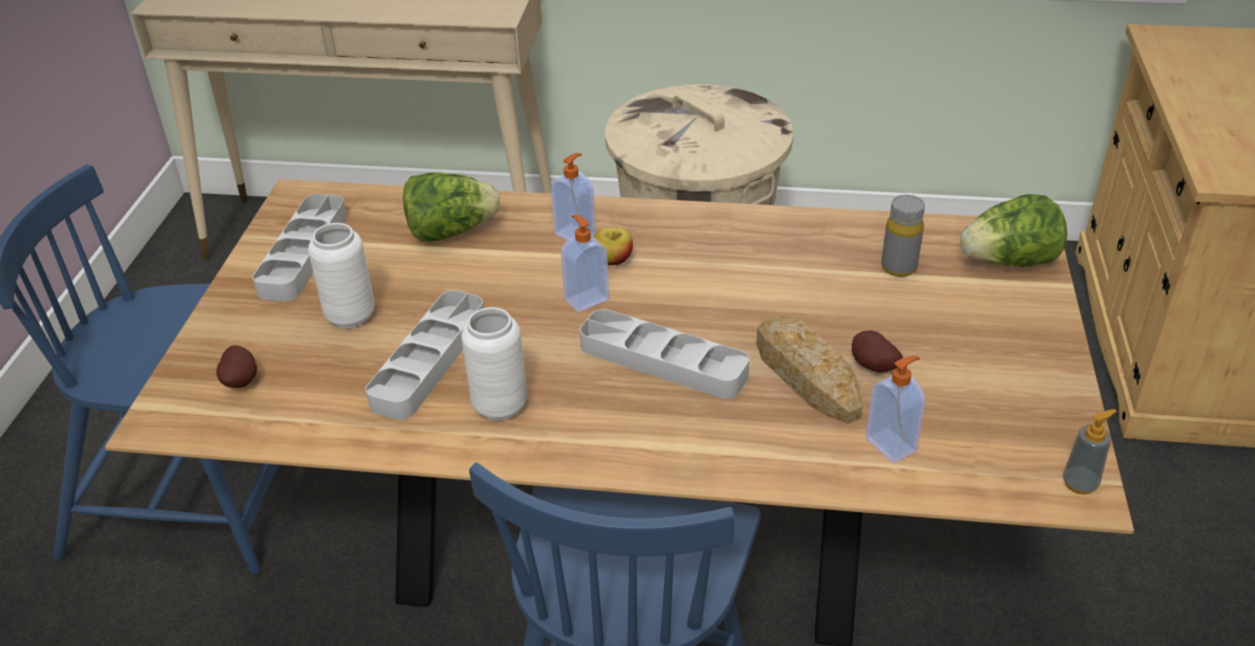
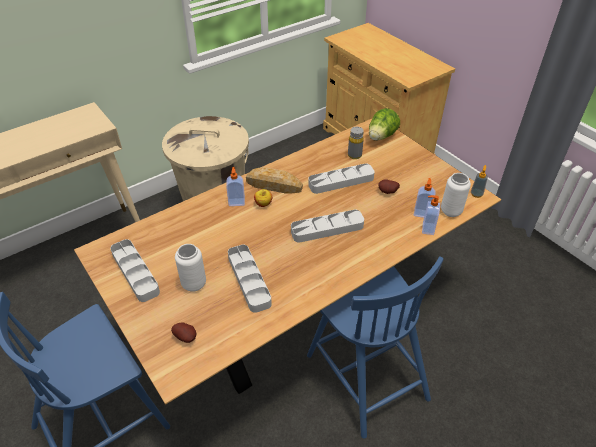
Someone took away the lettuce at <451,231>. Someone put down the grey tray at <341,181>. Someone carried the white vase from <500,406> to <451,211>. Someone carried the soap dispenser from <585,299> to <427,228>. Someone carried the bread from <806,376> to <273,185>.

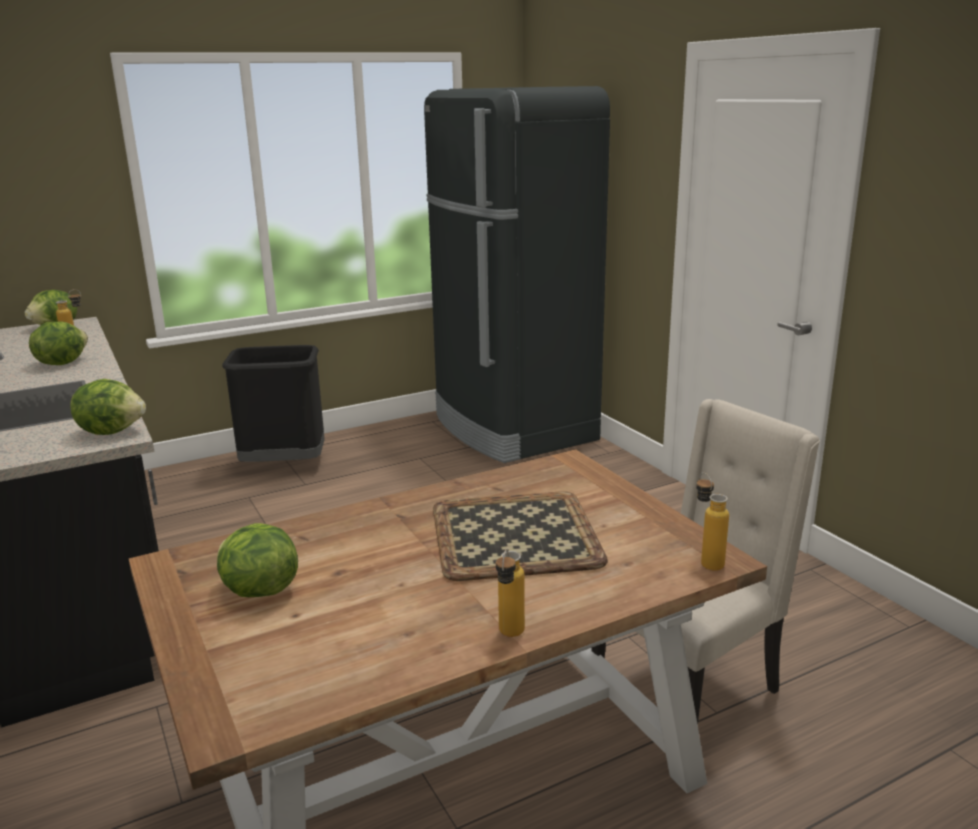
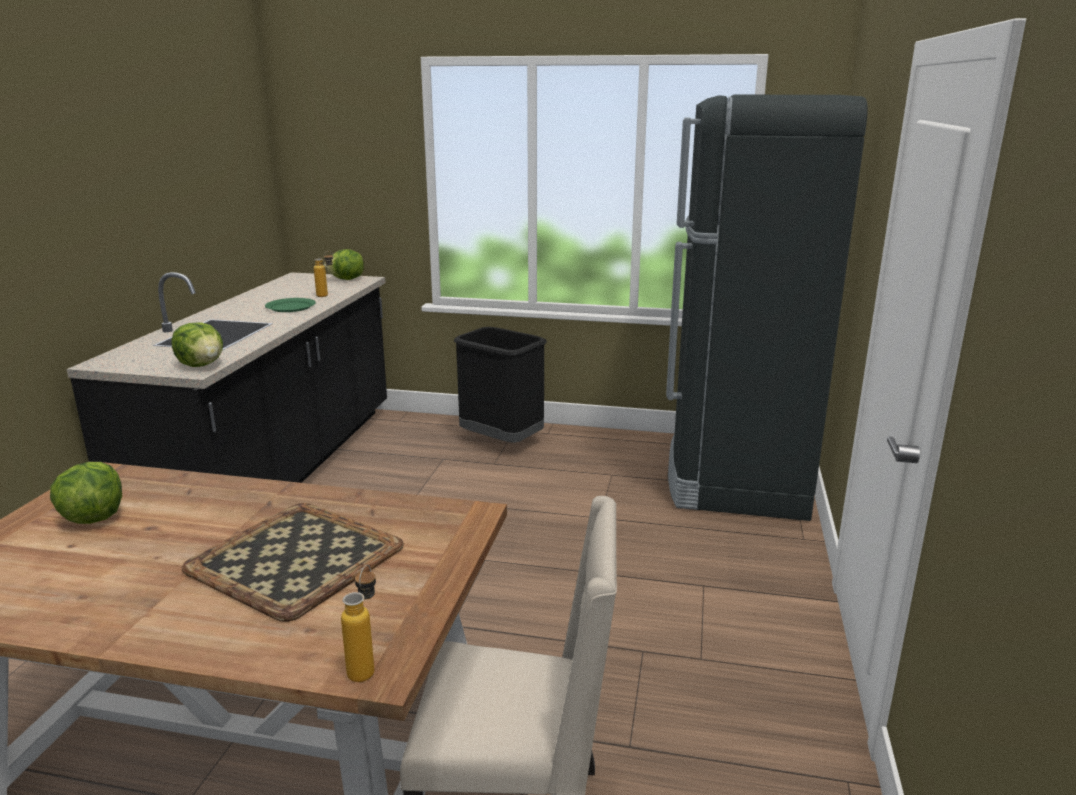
Someone took away the bottle at <509,637>. Someone swapped the lettuce at <61,363> for the green plate at <290,307>.

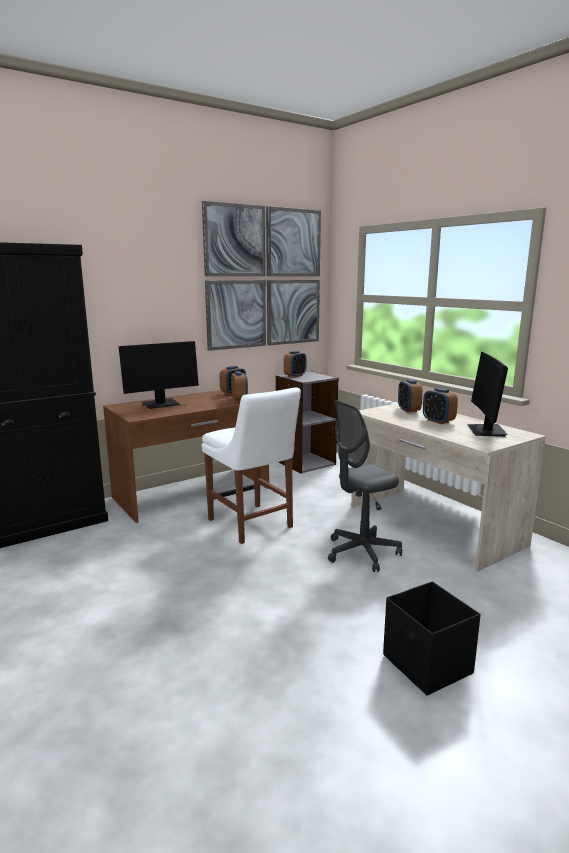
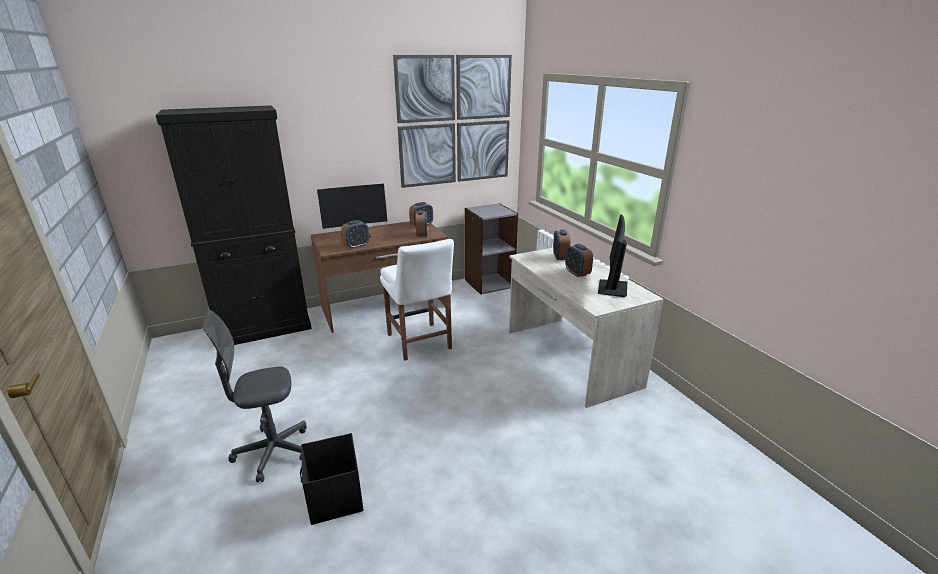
Someone carried the alarm clock from <295,376> to <356,246>. Someone carried the grey office chair from <362,552> to <273,452>. Someone carried the black storage box from <427,665> to <335,498>.

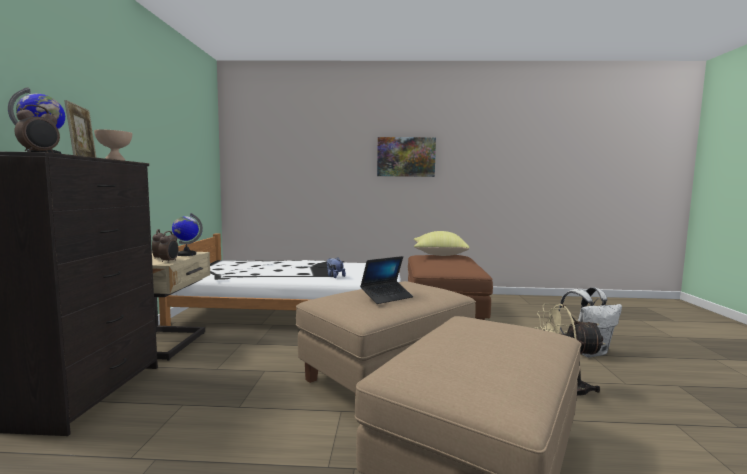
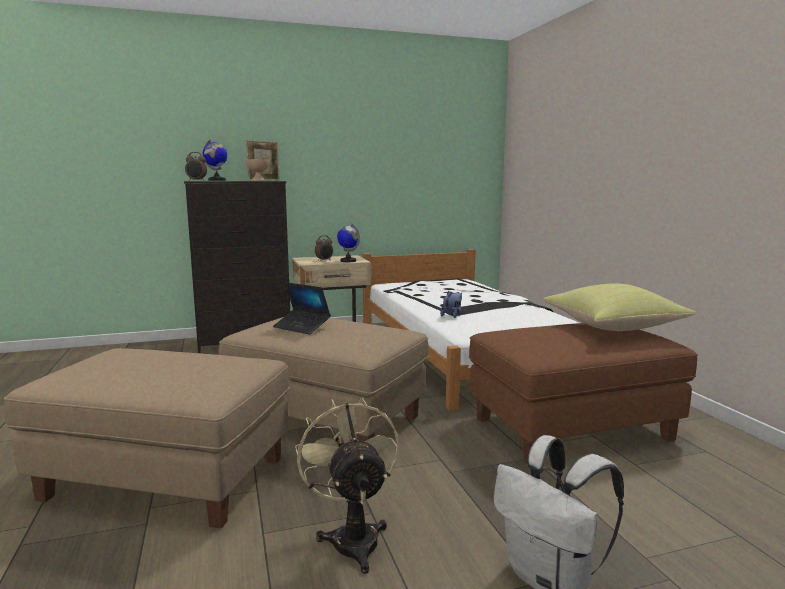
Someone took away the alarm clock at <169,261>. Someone took away the picture at <406,157>.

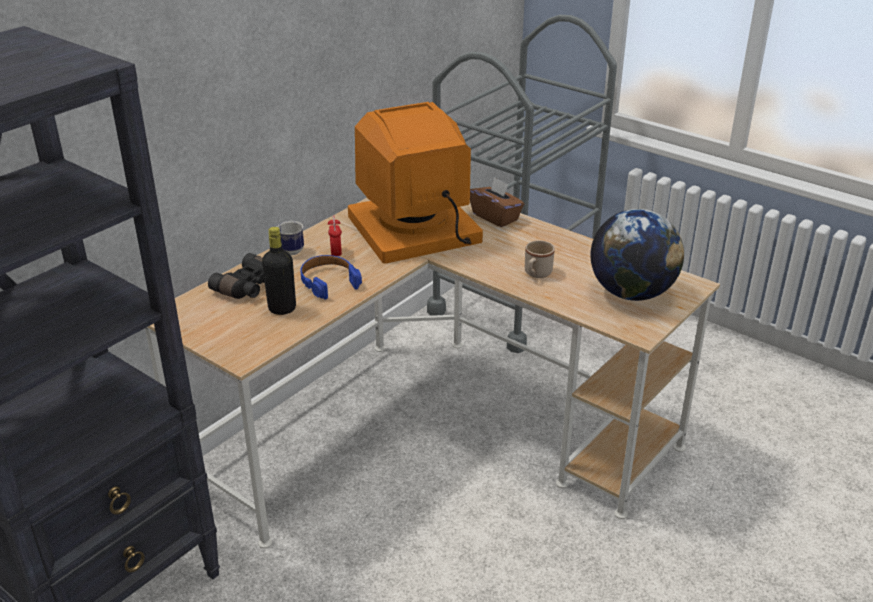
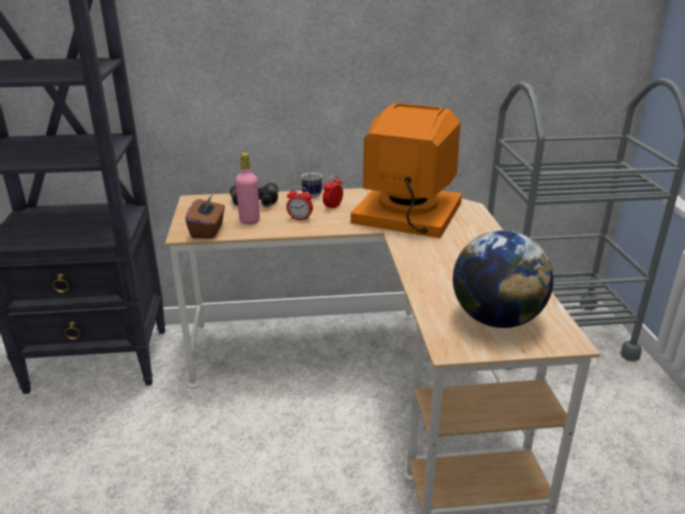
Someone took away the beige mug at <536,274>. Someone carried the brown tissue box from <496,217> to <208,230>. Someone swapped the blue headphones at <328,282> for the alarm clock at <300,219>. Someone repainted the black bottle at <282,309>, which became the pink bottle at <249,221>.

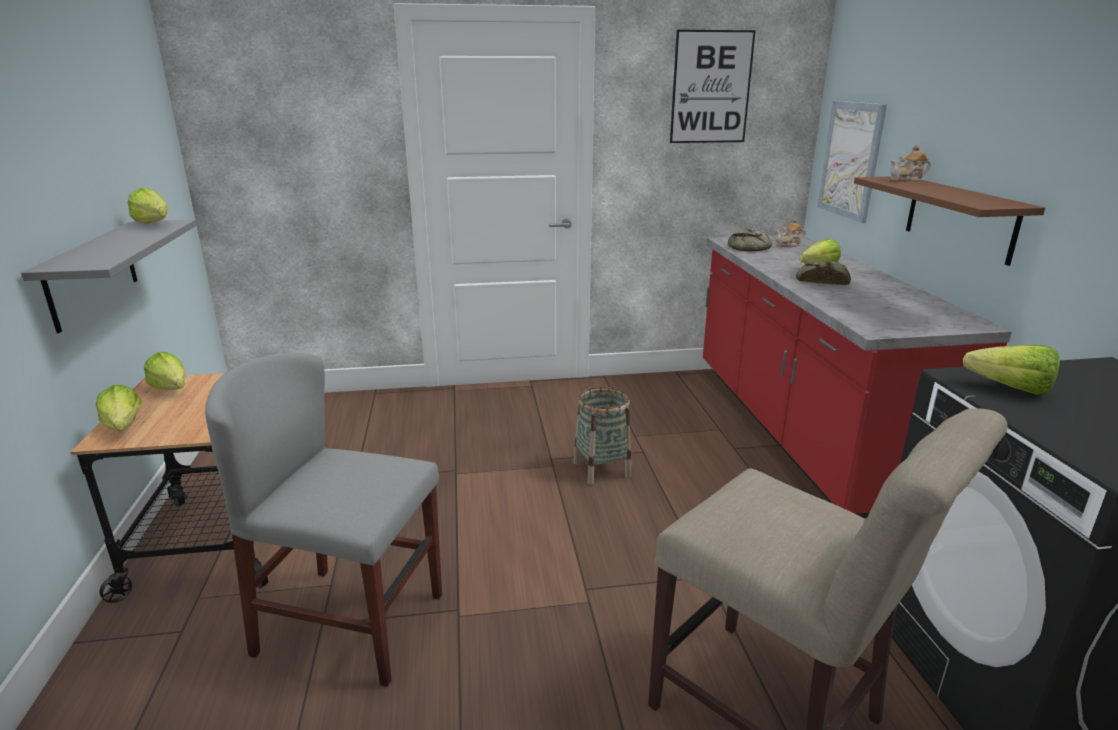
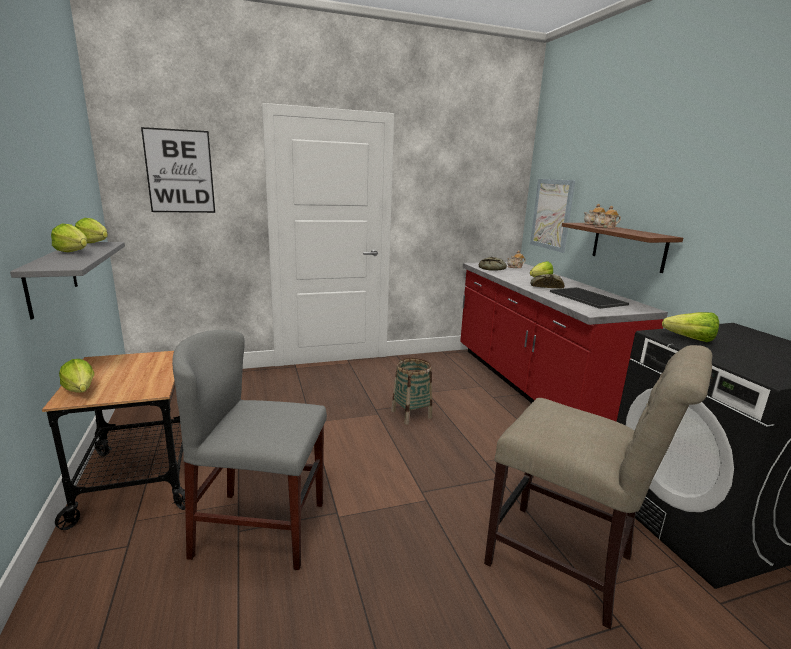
Someone put down the tray at <588,298>. Someone put down the teapot at <605,227>. Someone carried the lettuce from <172,391> to <74,253>. Someone carried the picture from <711,87> to <180,171>.

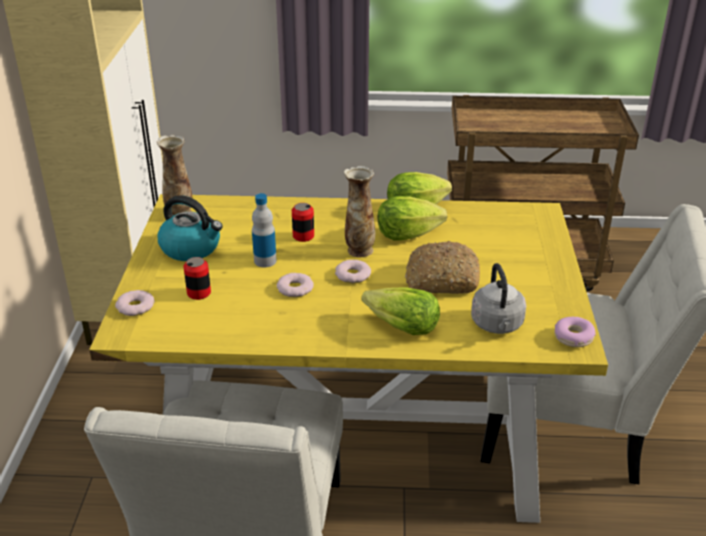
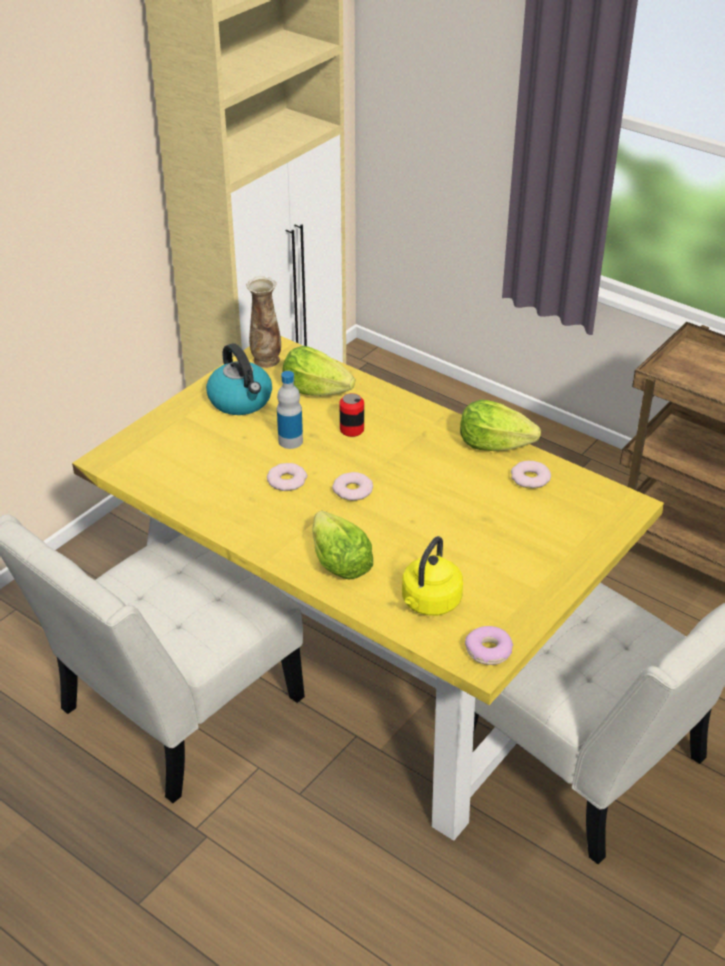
Someone took away the can at <199,293>. Someone took away the vase at <359,250>. Someone took away the bread at <441,279>. Someone carried the donut from <135,307> to <530,478>. Someone carried the lettuce from <407,234> to <316,390>. Someone repainted the grey kettle at <497,325>, which became the yellow kettle at <429,603>.

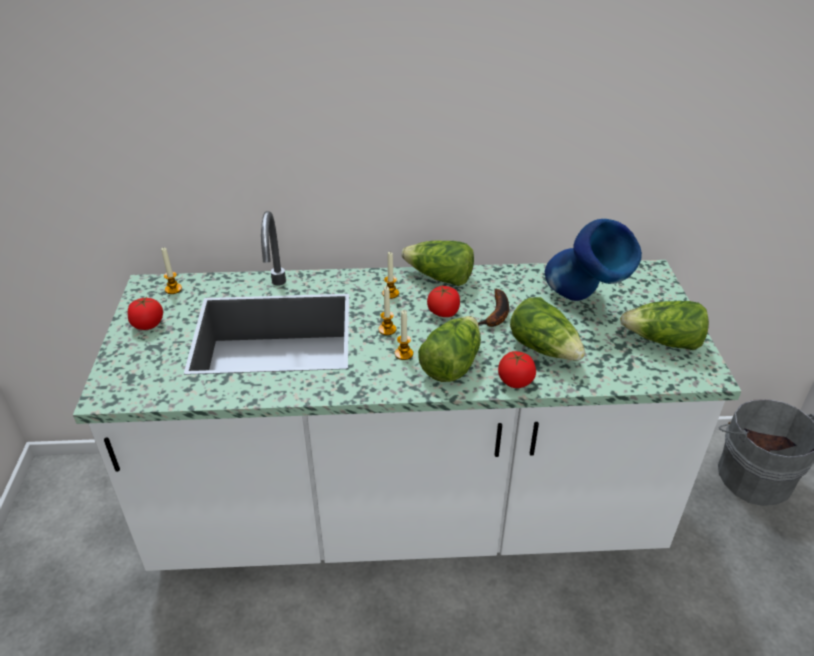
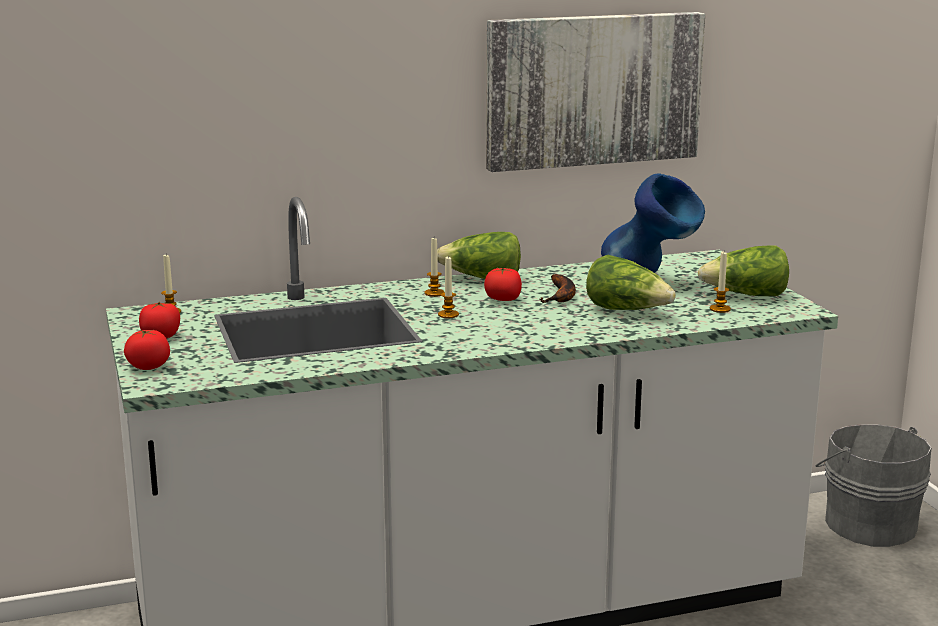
Someone took away the lettuce at <451,363>. Someone put up the picture at <593,90>. Someone carried the candle from <404,354> to <720,309>. Someone carried the tomato from <515,381> to <148,366>.

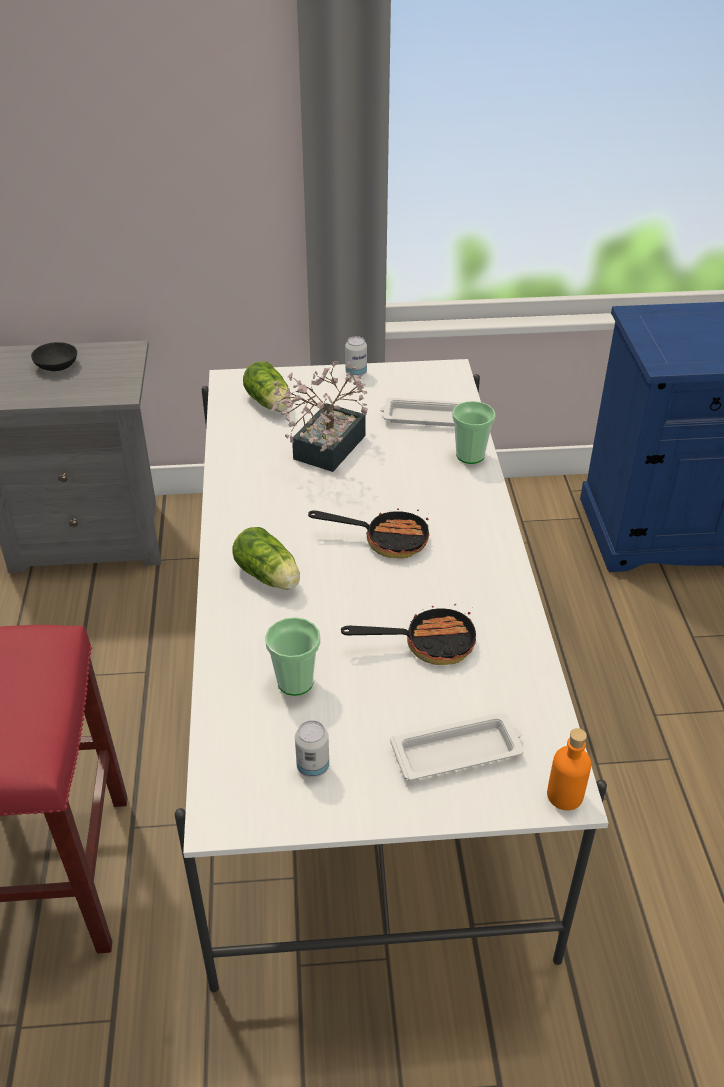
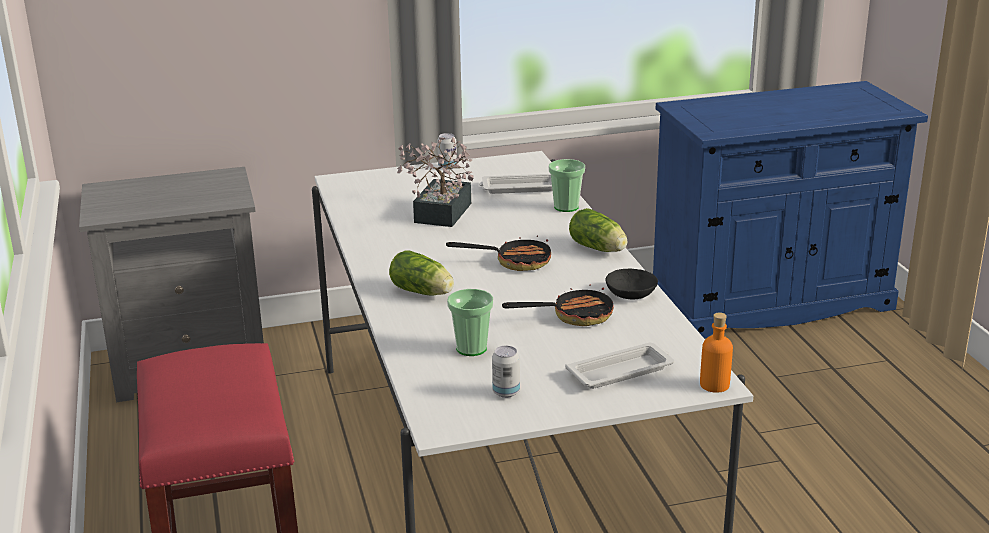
Someone carried the black bowl from <55,366> to <630,295>. Someone carried the lettuce from <270,404> to <599,249>.

